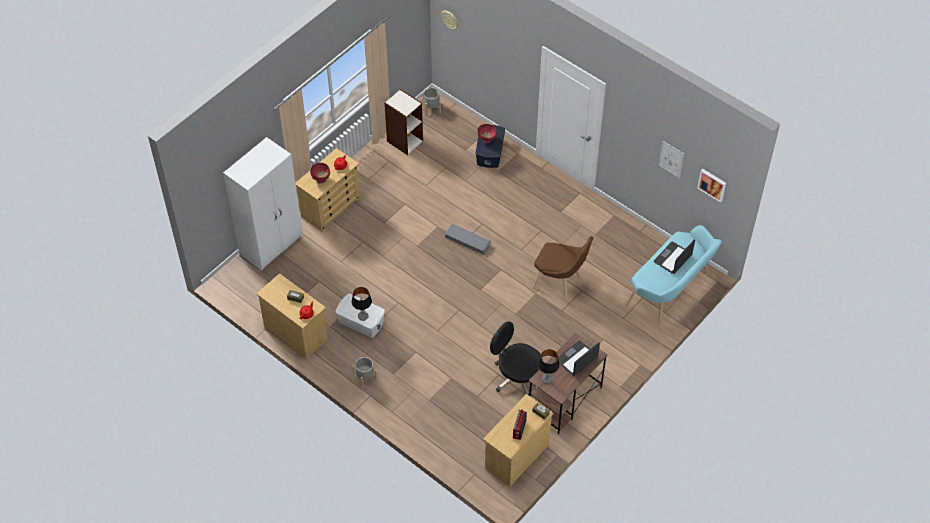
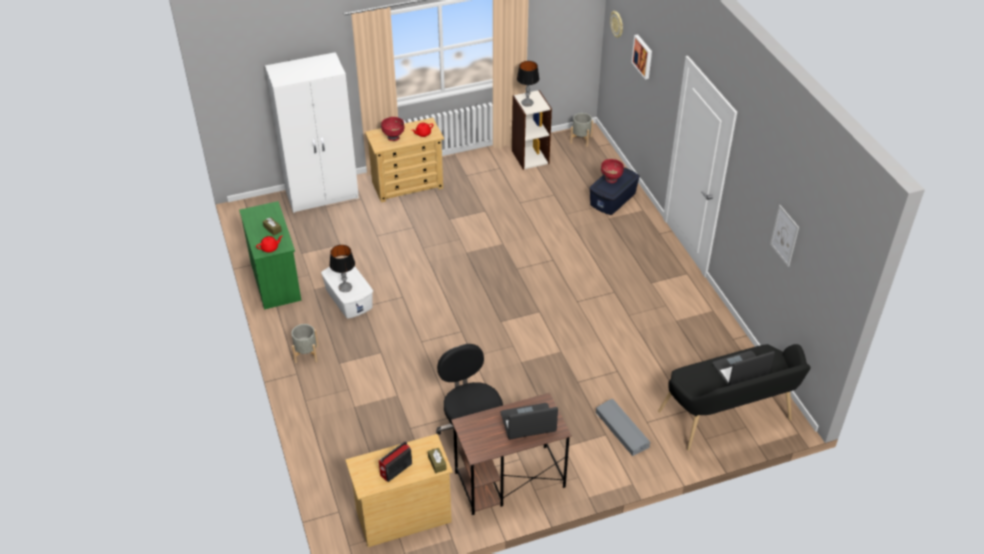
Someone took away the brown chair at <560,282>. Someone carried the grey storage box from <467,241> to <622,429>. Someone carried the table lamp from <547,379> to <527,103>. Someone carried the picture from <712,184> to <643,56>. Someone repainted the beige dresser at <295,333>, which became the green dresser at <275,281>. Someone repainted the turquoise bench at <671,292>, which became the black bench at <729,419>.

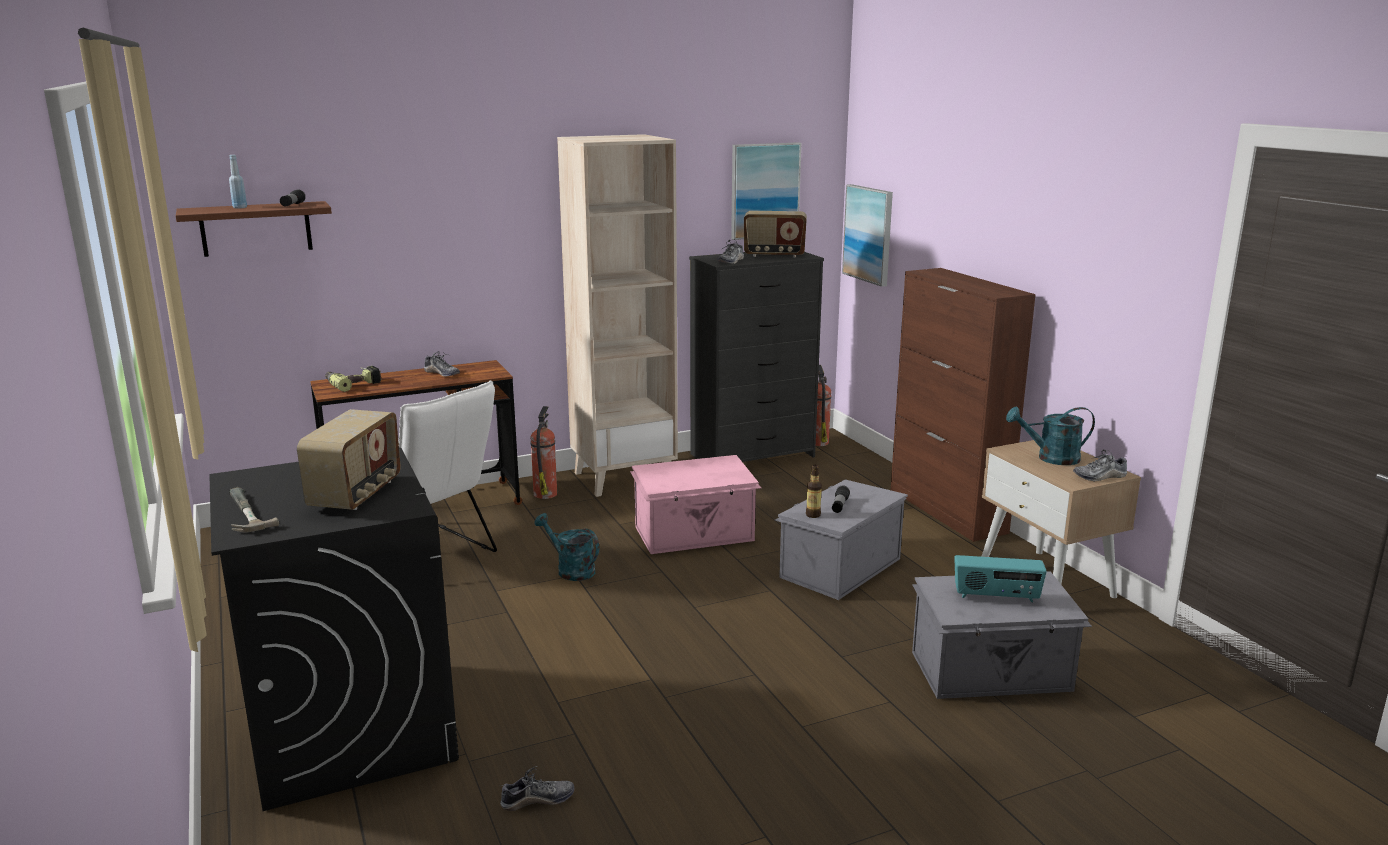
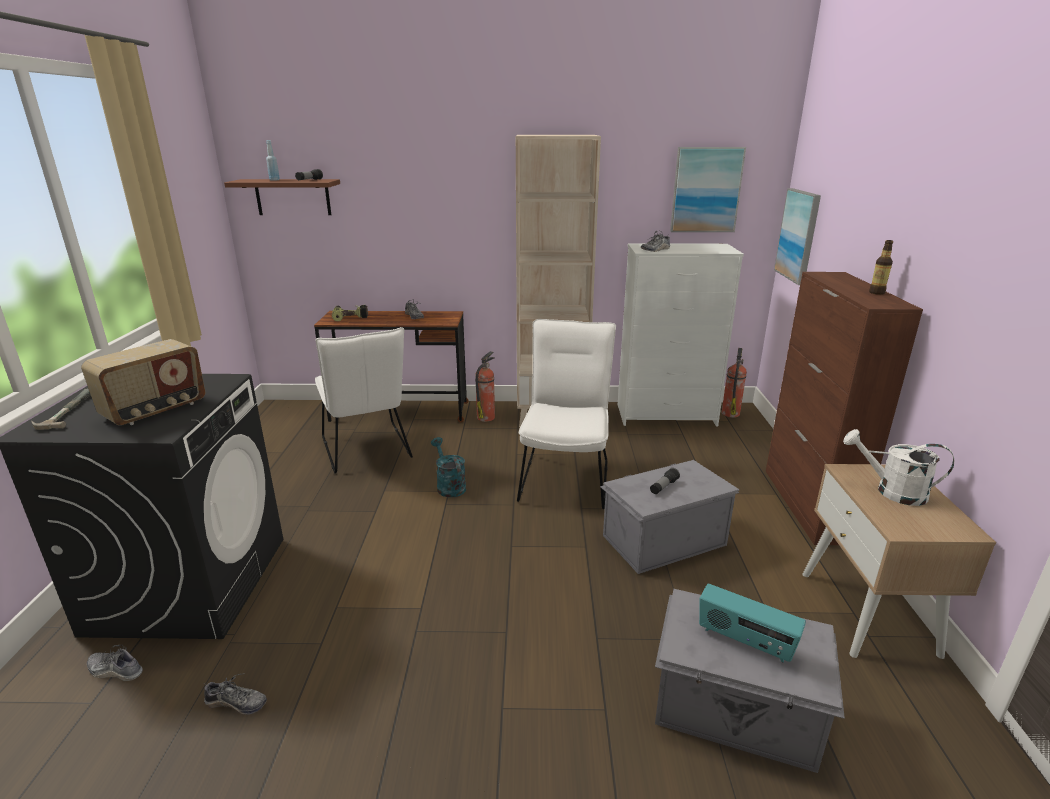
Someone took away the radio at <774,255>. Someone carried the bottle from <813,515> to <877,293>. Someone carried the shoe from <1100,476> to <115,670>. Someone swapped the pink storage box at <695,534> for the white chair at <566,476>. Someone repainted the black dresser at <753,455>, which became the white dresser at <667,415>. Someone repainted the turquoise watering can at <1050,458>, which became the white watering can at <892,491>.

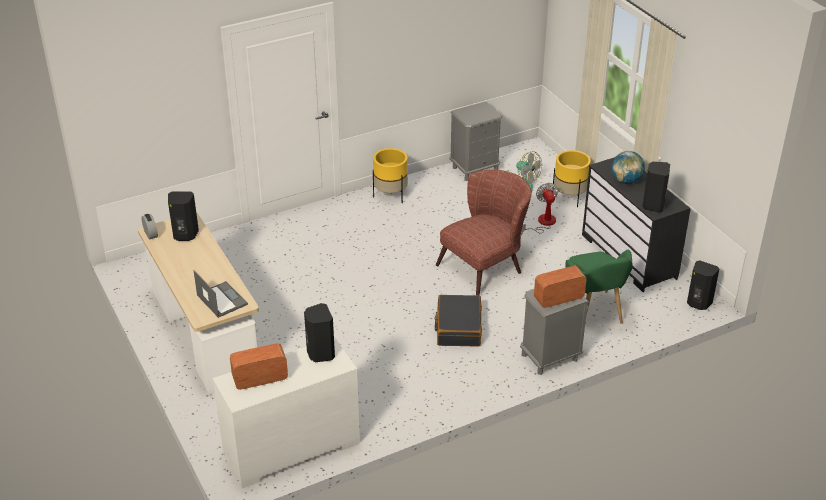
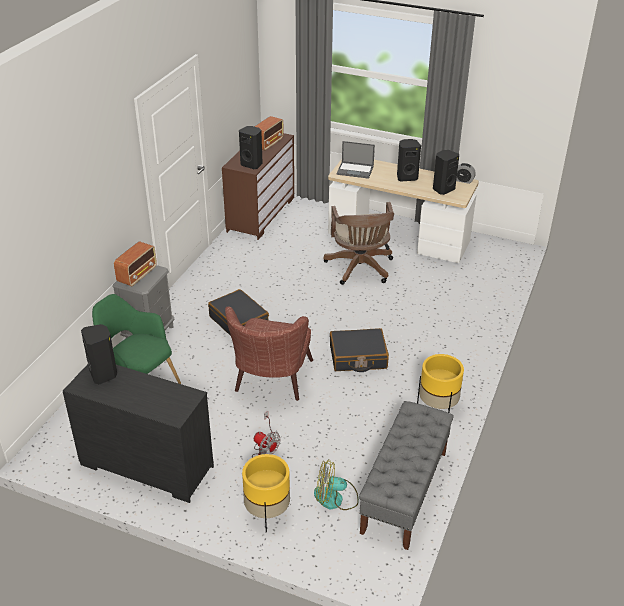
Someone took away the globe at <626,181>. Someone put down the brown office chair at <360,269>. Someone put down the black suitcase at <358,357>. Someone carried the black speaker from <698,303> to <406,177>. Someone swapped the grey nightstand at <475,169> for the grey bench at <404,492>. Someone repainted the white dresser at <291,449>, which became the brown dresser at <260,214>.

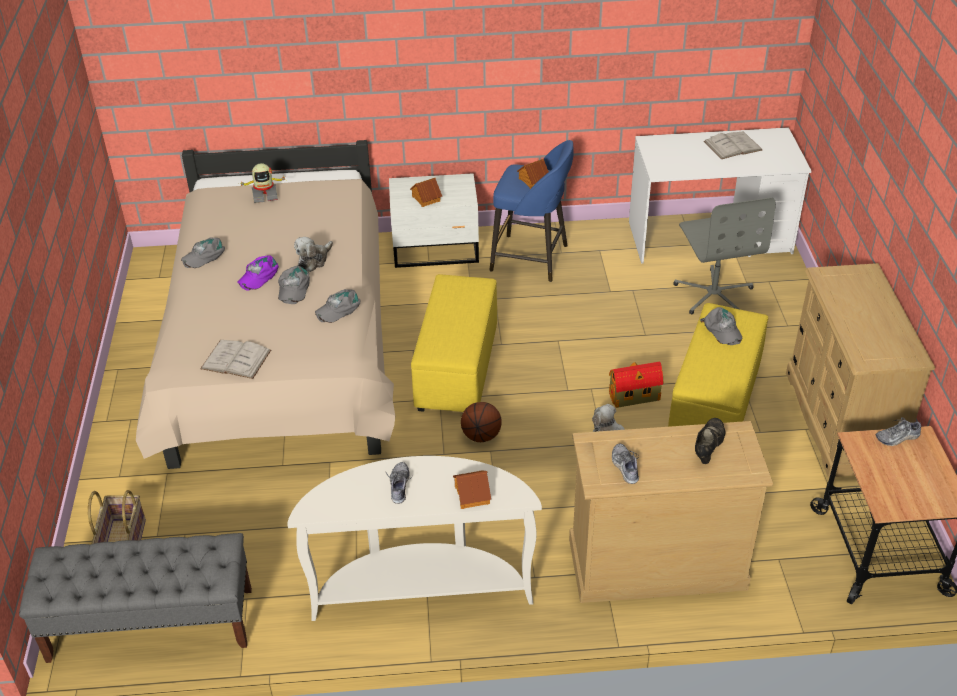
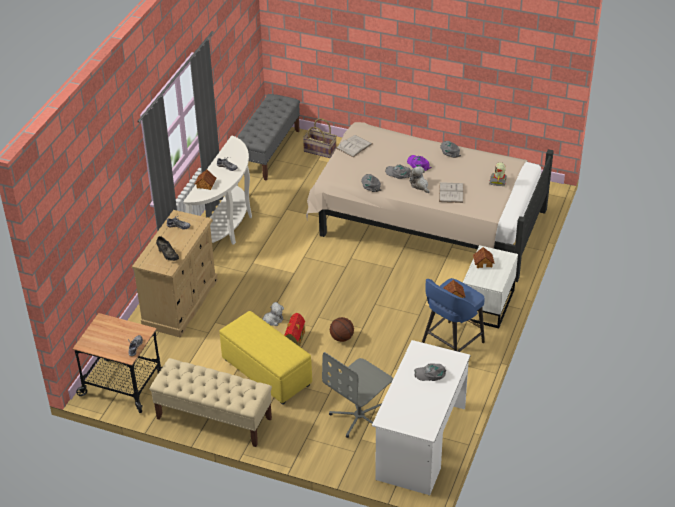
Someone took away the yellow ottoman at <457,368>. Someone carried the basketball from <481,435> to <342,338>. Someone carried the grey cap from <722,330> to <430,374>. Someone carried the white book from <732,146> to <451,192>. Someone swapped the beige dresser at <840,420> for the beige bench at <213,418>. Someone rotated the grey office chair at <714,294> by 60 degrees counterclockwise.

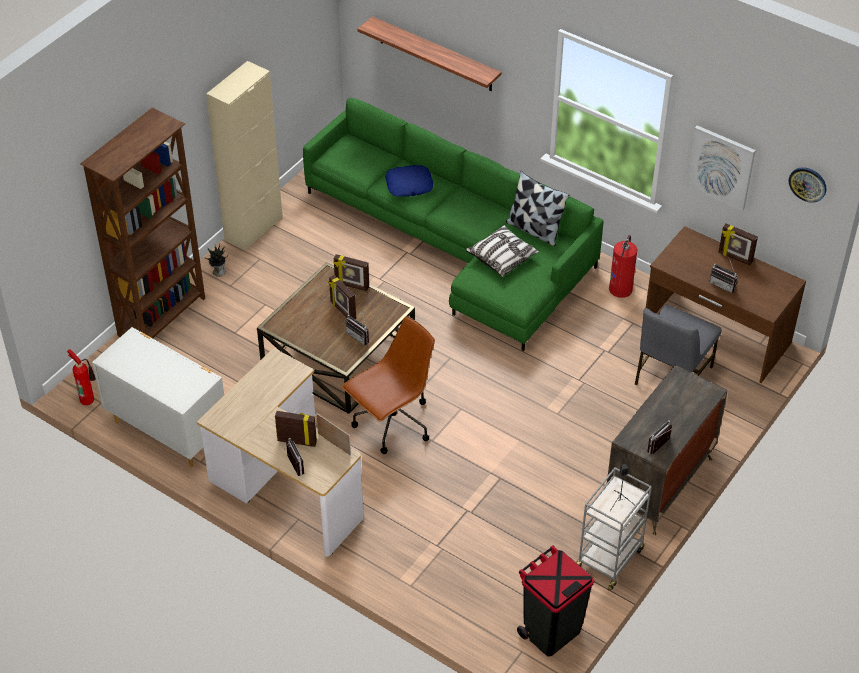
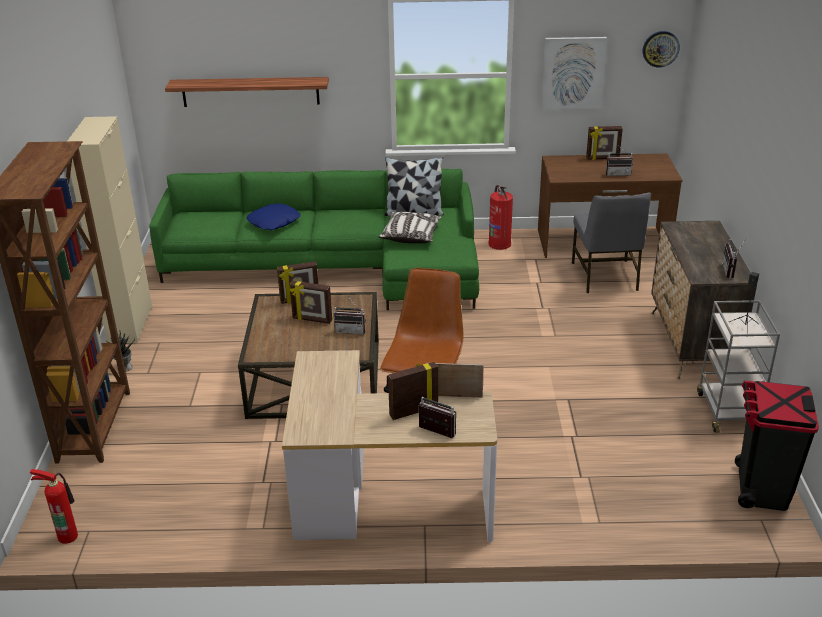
Someone took away the white dresser at <167,430>.

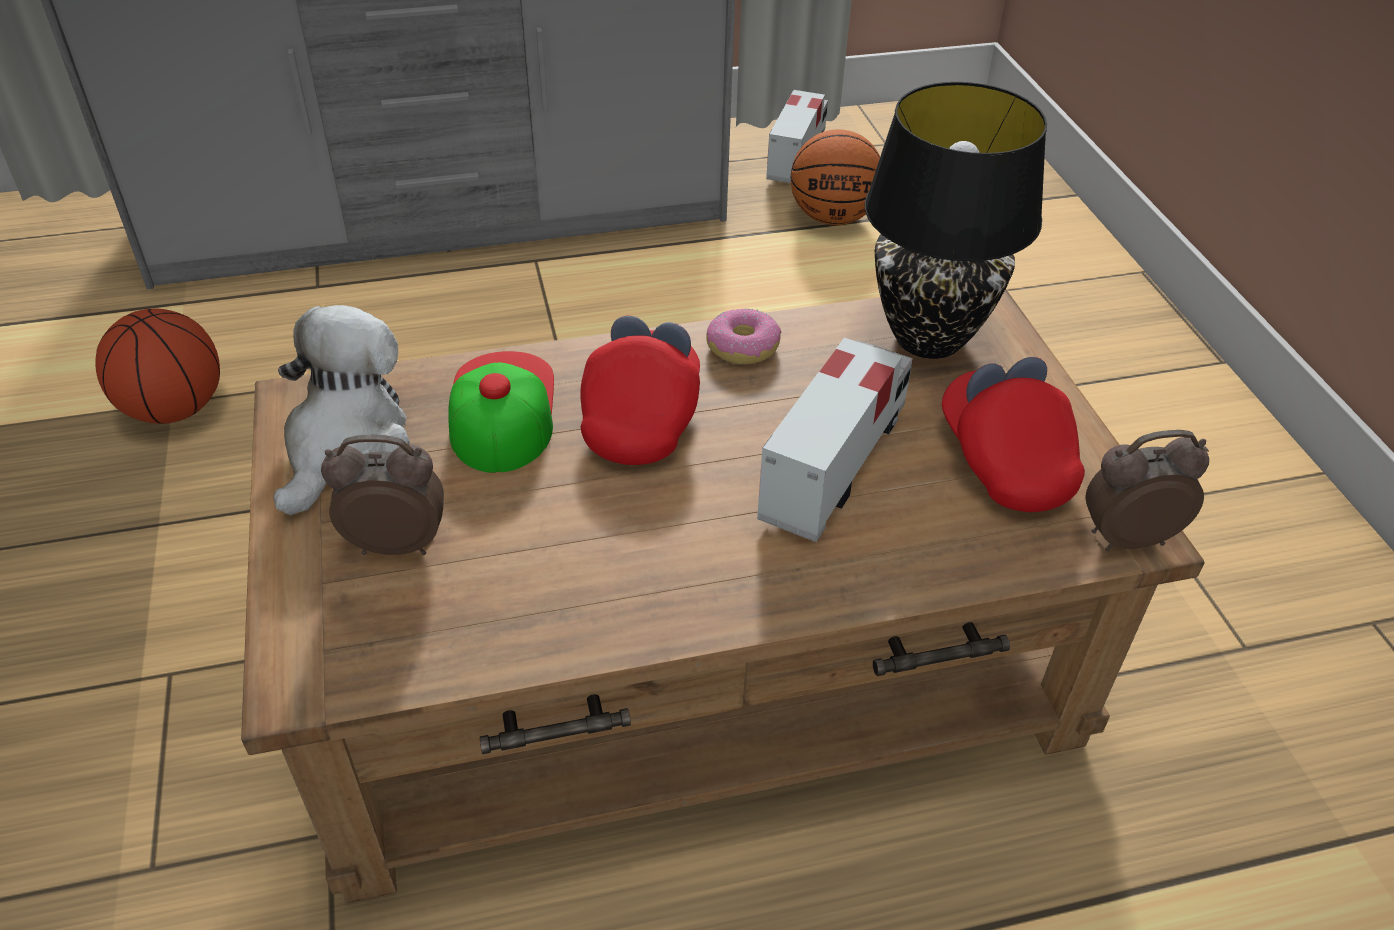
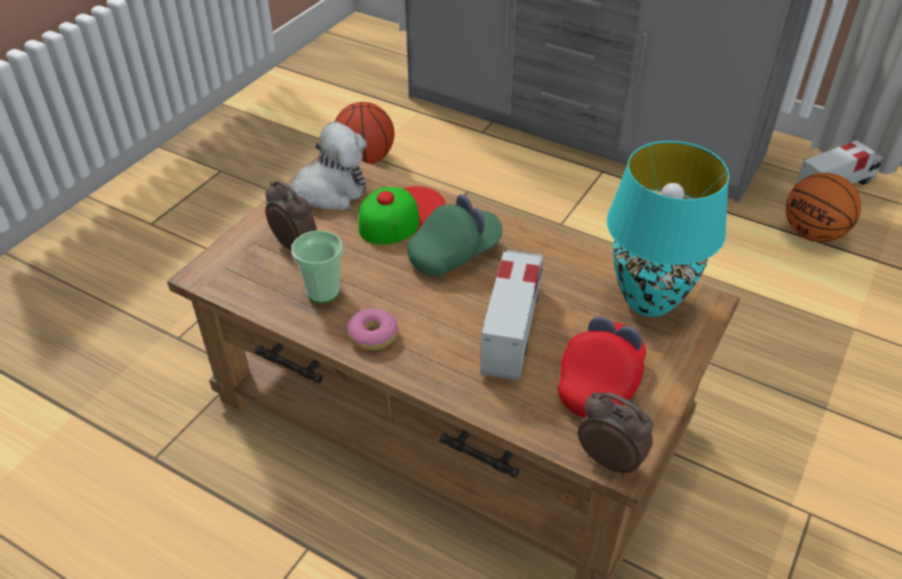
Someone put down the cup at <323,291>. Someone carried the donut from <743,347> to <373,335>. Someone repainted the red cap at <642,417>, which became the green cap at <454,254>. Someone repainted the black table lamp at <928,337>, which became the turquoise table lamp at <649,301>. Someone rotated the toy truck at <834,464> by 60 degrees counterclockwise.

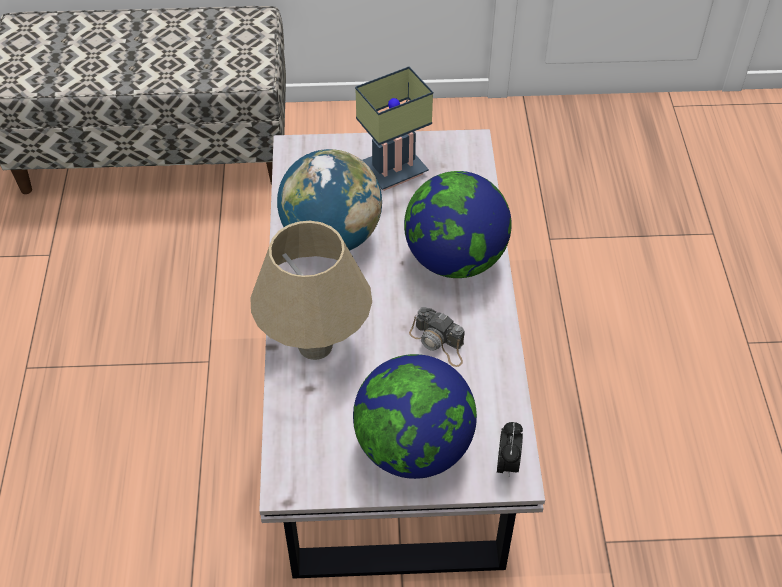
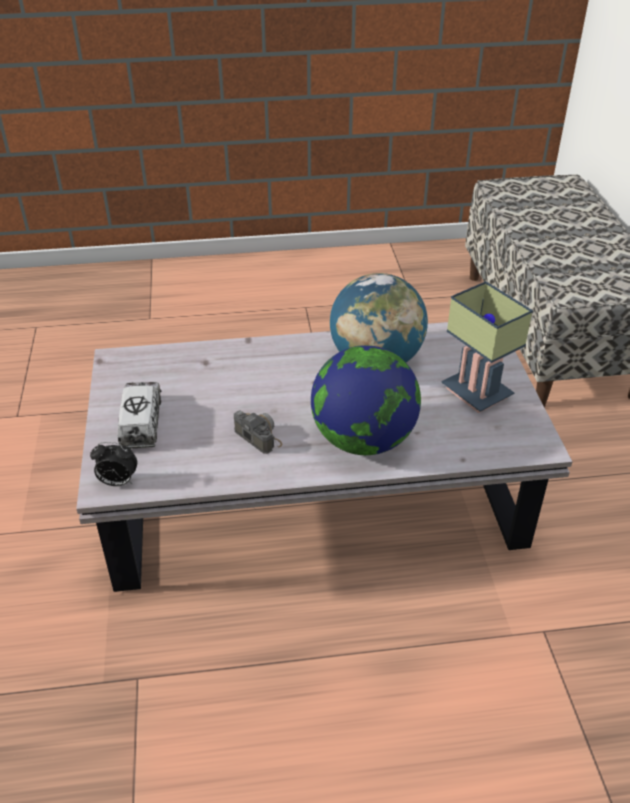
Someone took away the beige table lamp at <315,346>. Someone swapped the globe at <413,448> for the toy truck at <141,423>. Someone rotated the photo camera at <439,343> by 105 degrees clockwise.

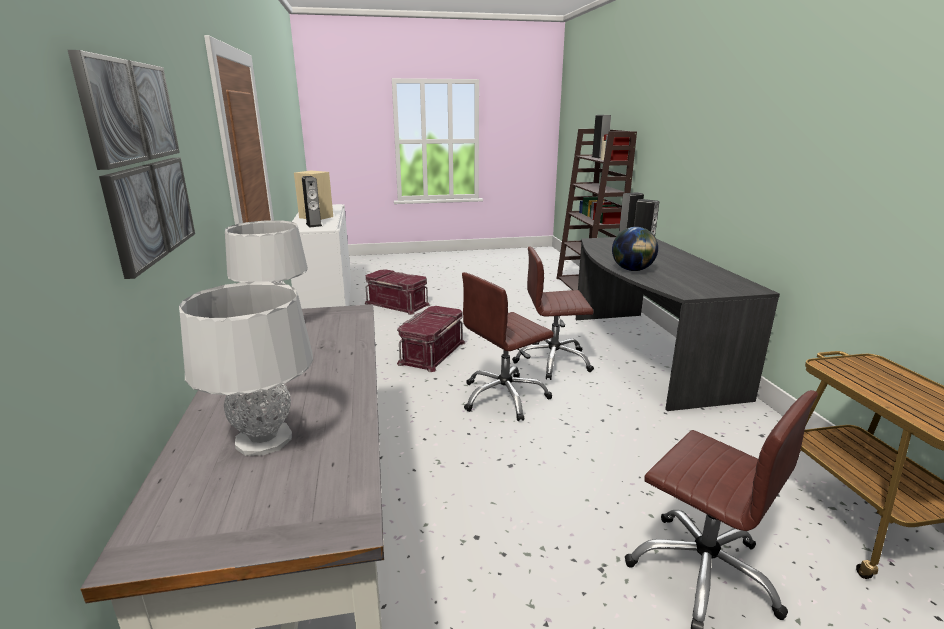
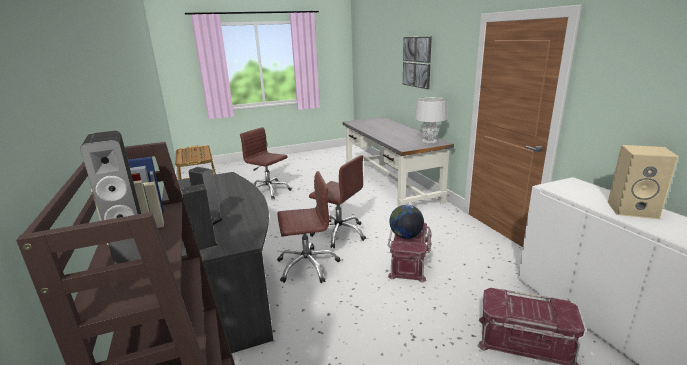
Someone took away the grey table lamp at <263,439>. Someone took away the speaker at <314,225>. Someone carried the globe from <632,270> to <405,236>. Someone rotated the brown office chair at <504,397> by 75 degrees clockwise.

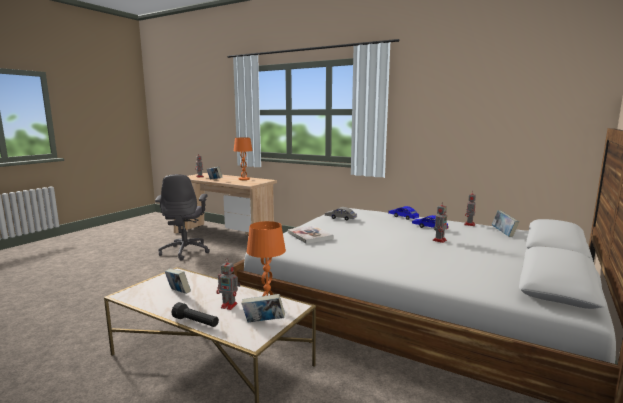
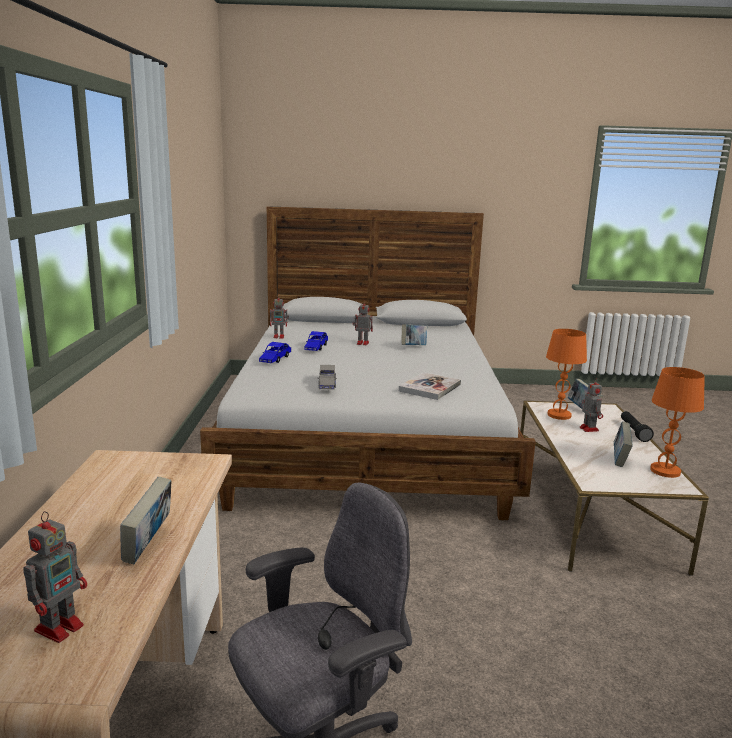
Someone carried the orange table lamp from <244,179> to <665,471>. Someone carried the book from <503,233> to <413,347>.

